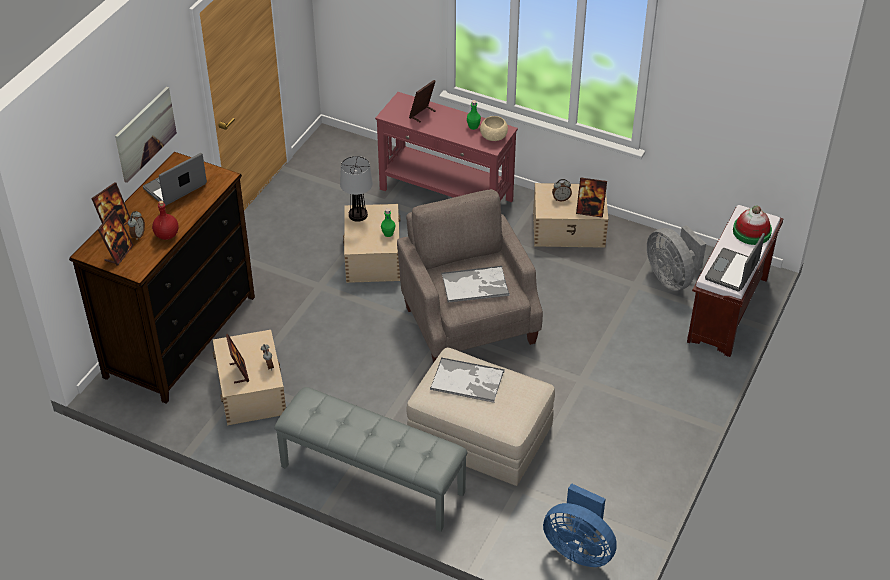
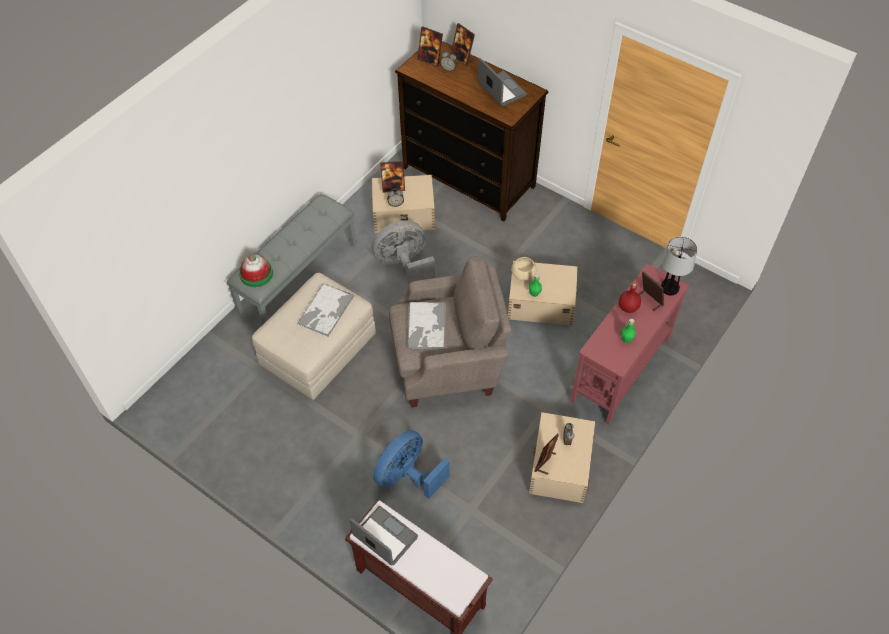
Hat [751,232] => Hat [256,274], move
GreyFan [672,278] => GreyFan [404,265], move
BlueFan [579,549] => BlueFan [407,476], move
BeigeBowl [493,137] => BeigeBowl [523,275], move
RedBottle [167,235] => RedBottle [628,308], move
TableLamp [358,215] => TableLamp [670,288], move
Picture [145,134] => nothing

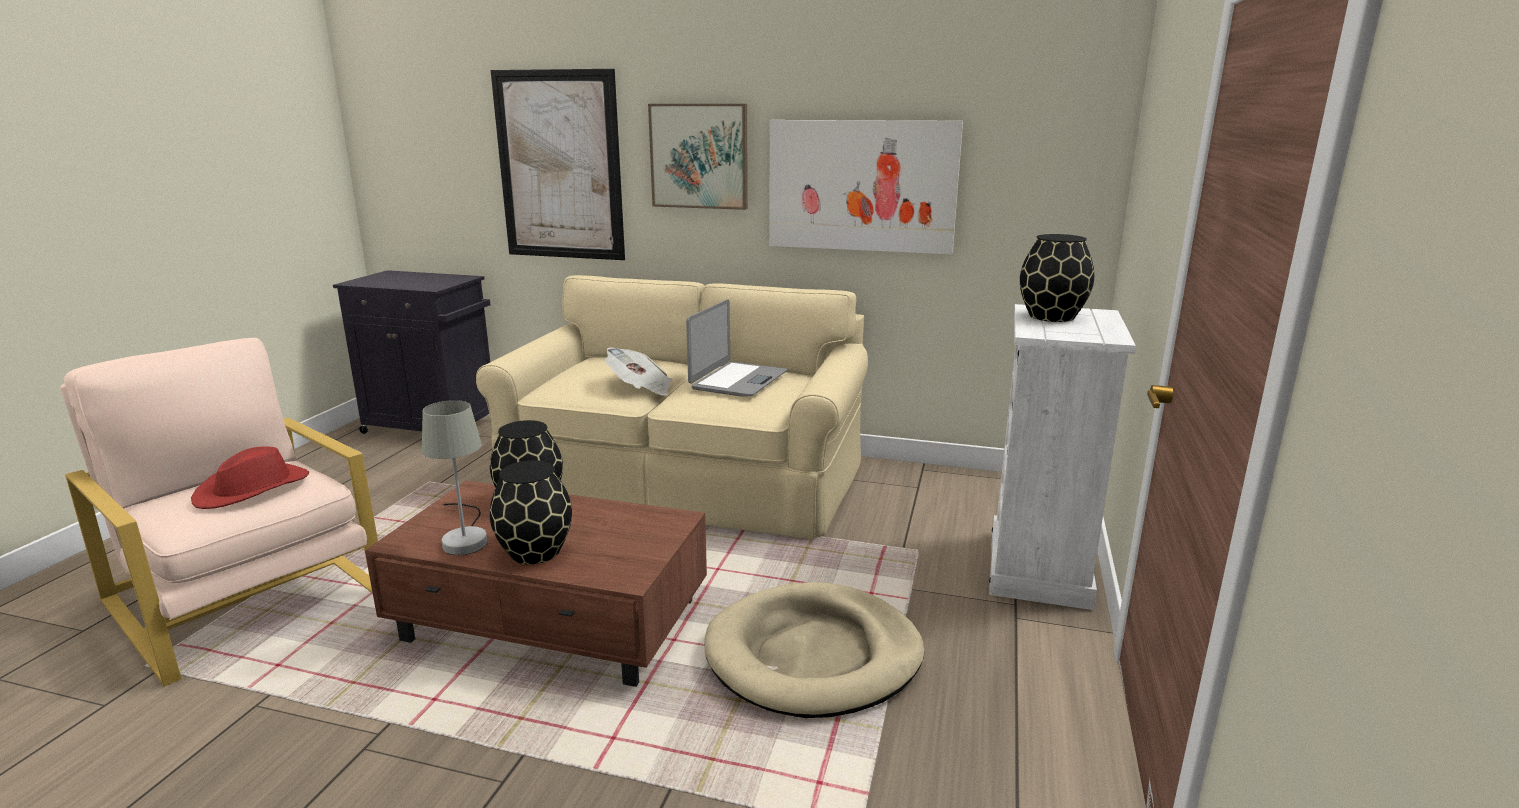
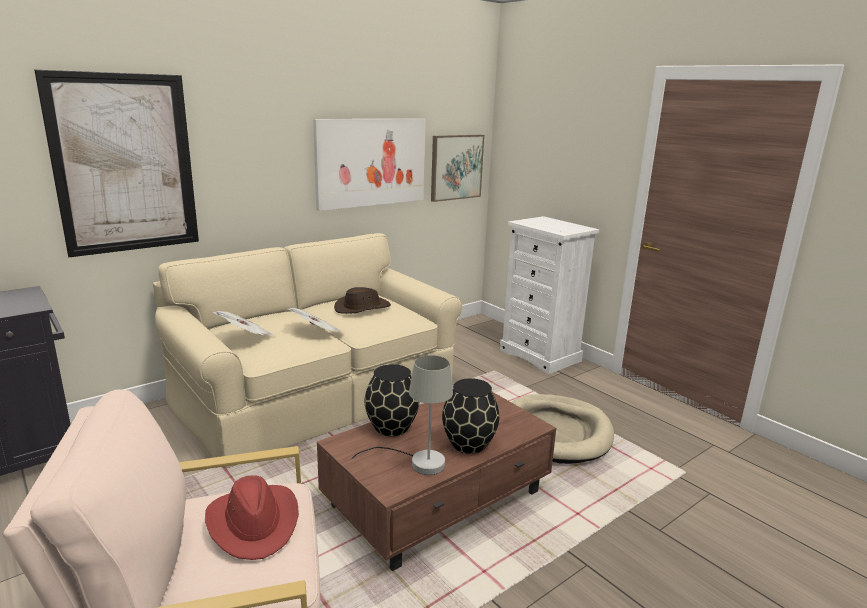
nothing => Newspaper [246,337]
Laptop [738,380] => BrownHat [362,308]
Picture [699,156] => Picture [456,167], move
BlackVase [1050,316] => nothing

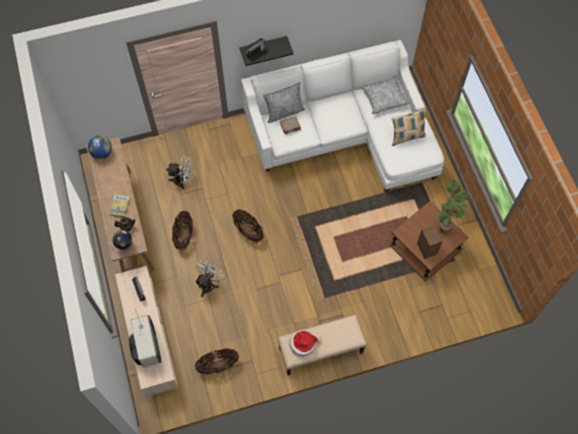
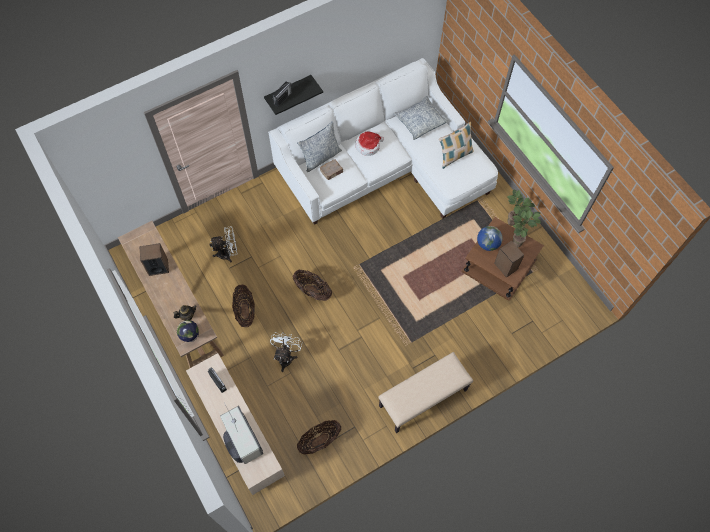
nothing => Speaker [158,267]
Hat [303,344] => Hat [368,146], move
Globe [102,153] => Globe [487,244], move
Book [120,205] => nothing

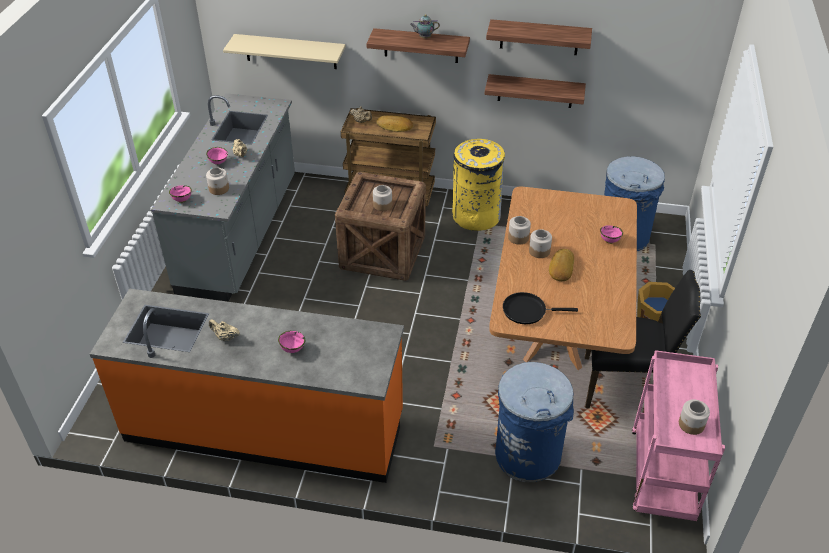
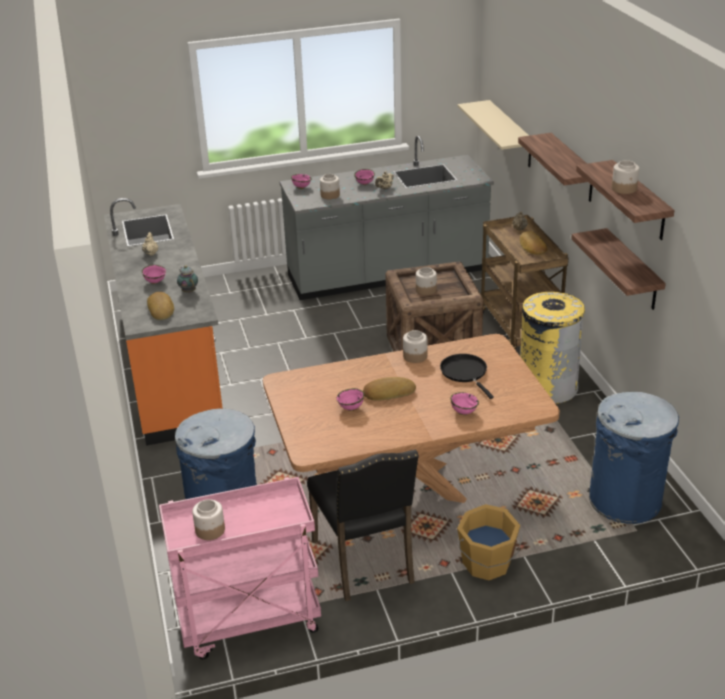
nothing => Bread [161,309]
Teapot [424,38] => Teapot [188,291], move
nothing => PinkBowl [351,408]
BlackFryingPan [527,311] => BlackFryingPan [465,373], move
Jar [539,251] => Jar [624,189], move

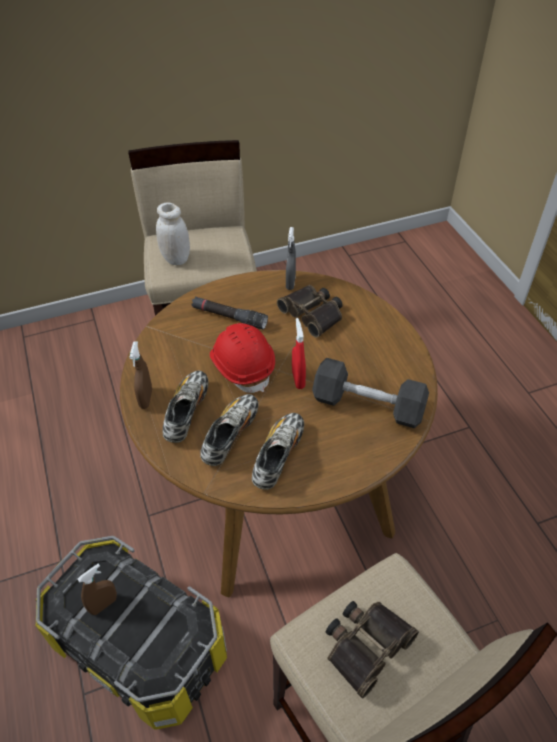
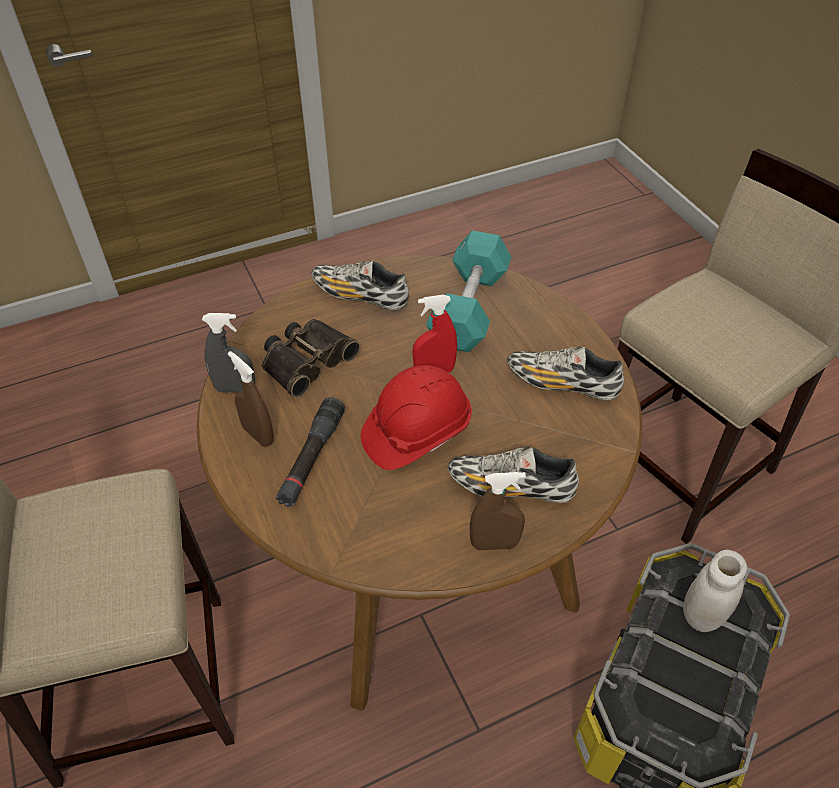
BrownSprayBottle [104,604] => BrownSprayBottle [258,435], move
Shoe [230,435] => Shoe [360,296], move
BlackDumbbell [368,405] => TurquoiseDumbbell [469,308]
WhiteJar [176,259] => WhiteJar [702,615], move
Binoculars [365,644] => nothing

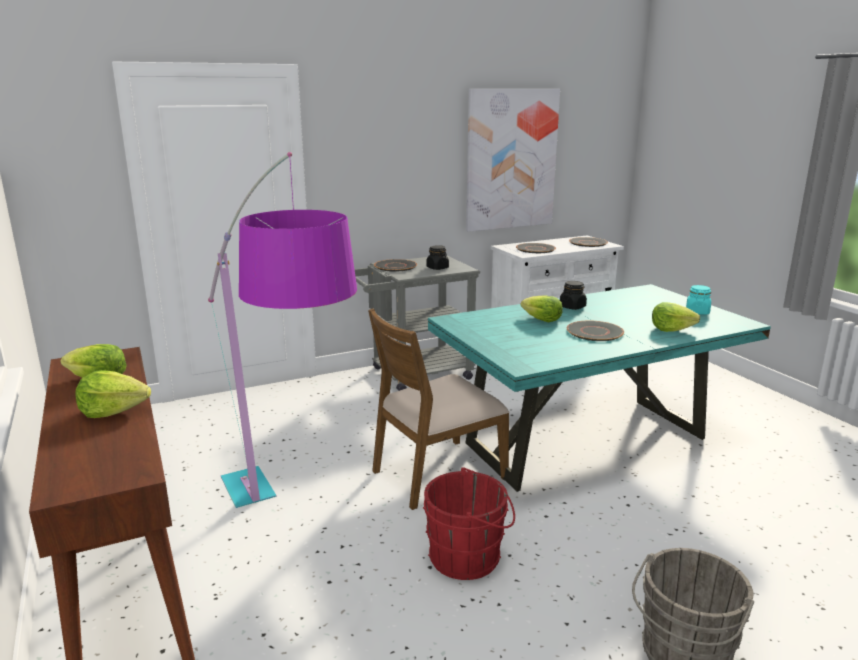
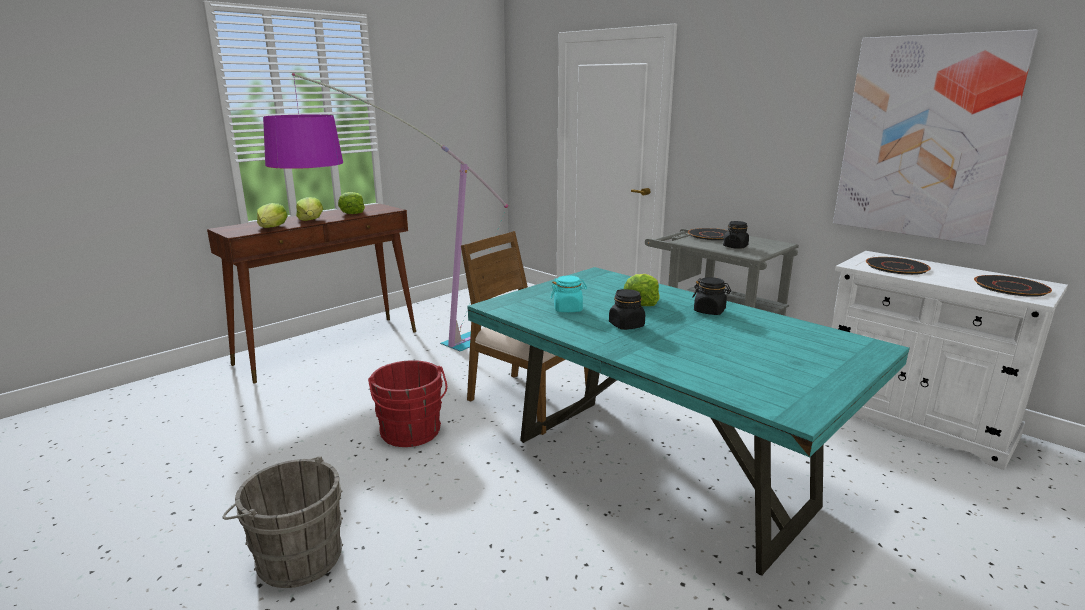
Lettuce [671,329] => Lettuce [272,227], move
TurquoiseJar [697,312] => TurquoiseJar [568,309], move
BlackPlate [594,332] => BlackJar [626,325]

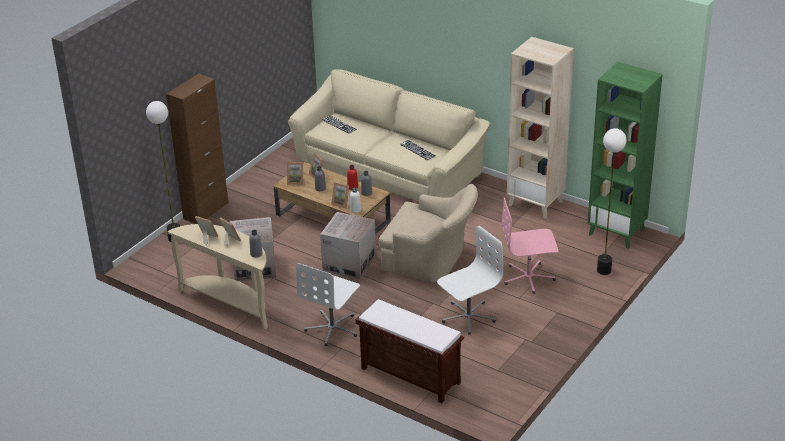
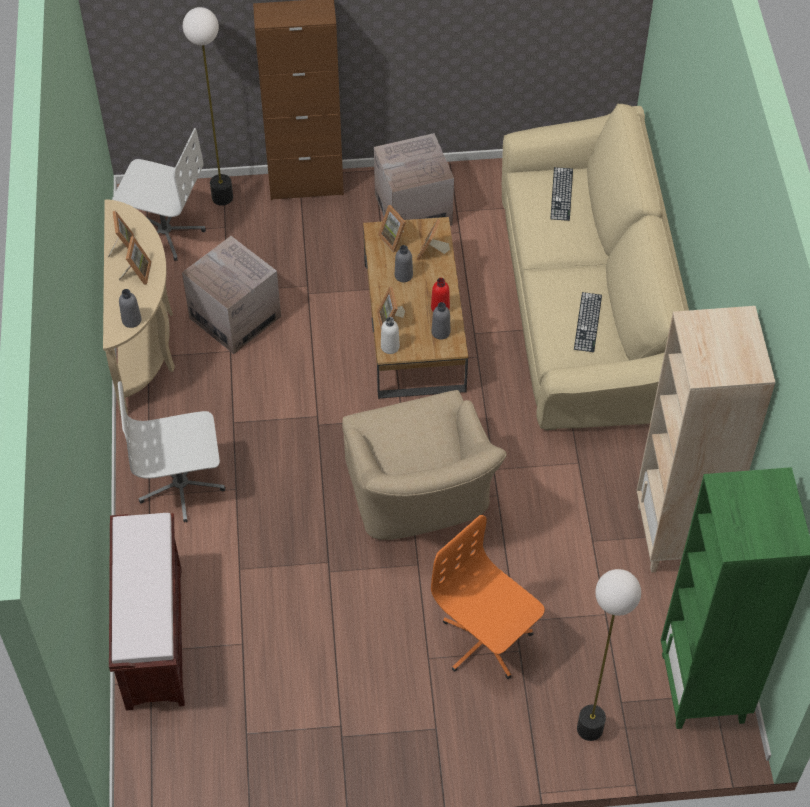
WhiteOfficeChair [468,317] => WhiteOfficeChair [165,231], move
CardboardBox [349,263] => CardboardBox [413,209], move
PinkOfficeChair [528,278] => OrangeOfficeChair [485,641]

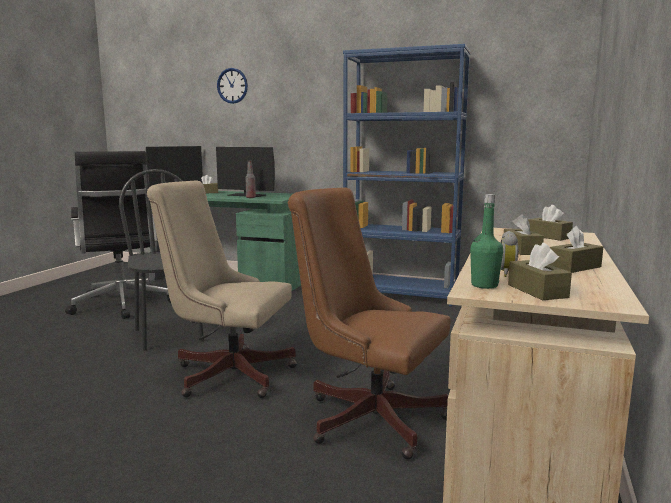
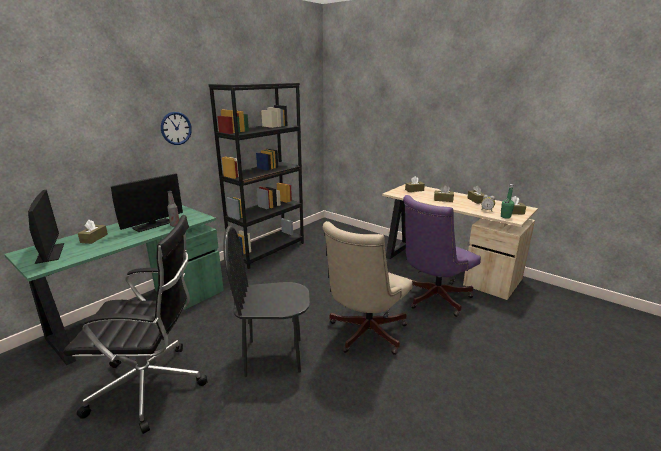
WallClock [232,85] => WallClock [176,128], move
BlueBookcase [401,294] => BlackBookcase [268,251]
BrownOfficeChair [367,416] => PurpleOfficeChair [432,298]

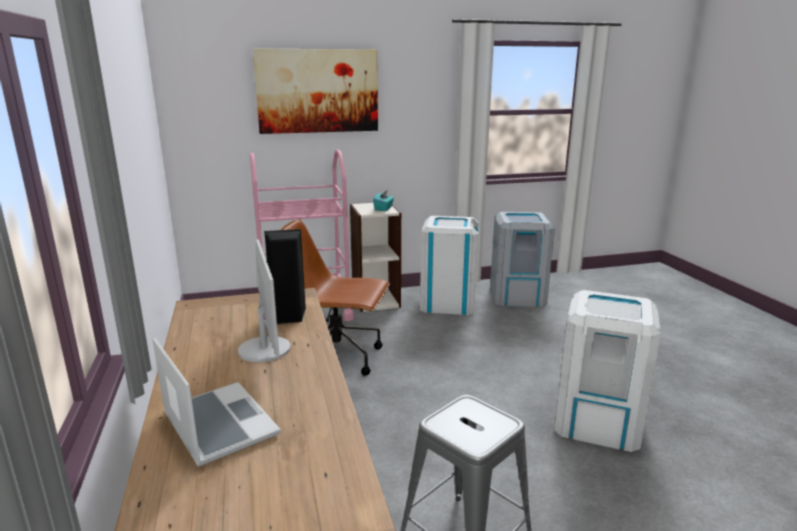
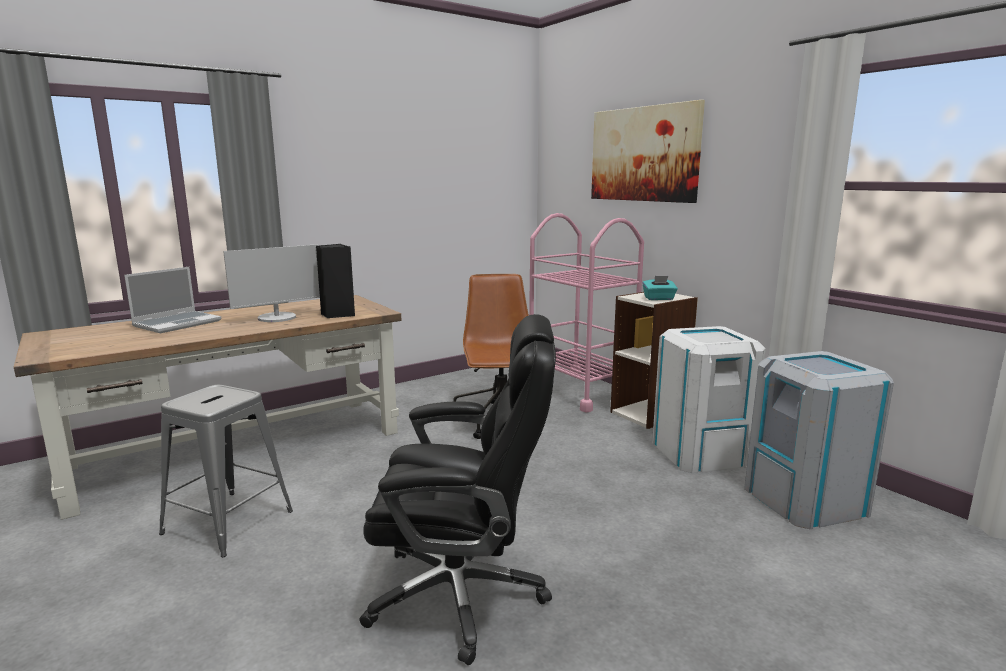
WhiteTrashCan [597,420] => BlackOfficeChair [462,594]

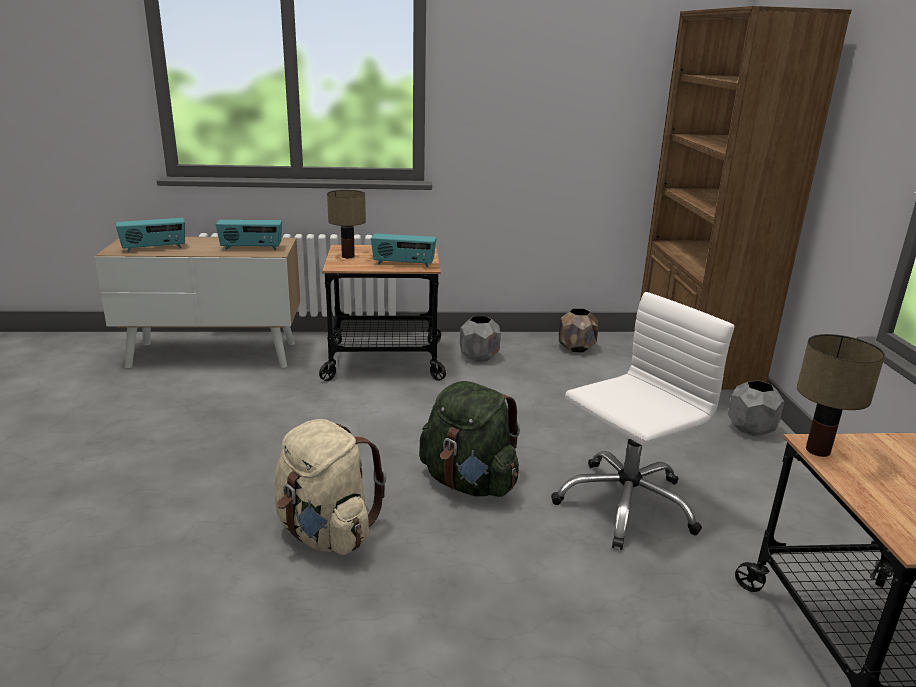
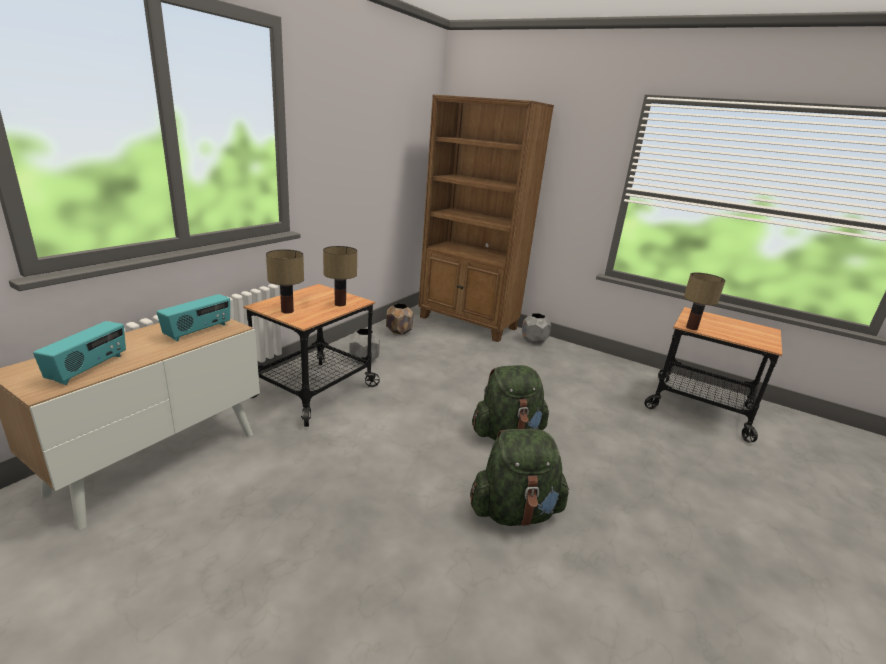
Radio [403,264] => TableLamp [340,304]
BeigeBackpack [326,533] => GreenBackpack [515,512]
WhiteOfficeChair [625,504] => nothing

